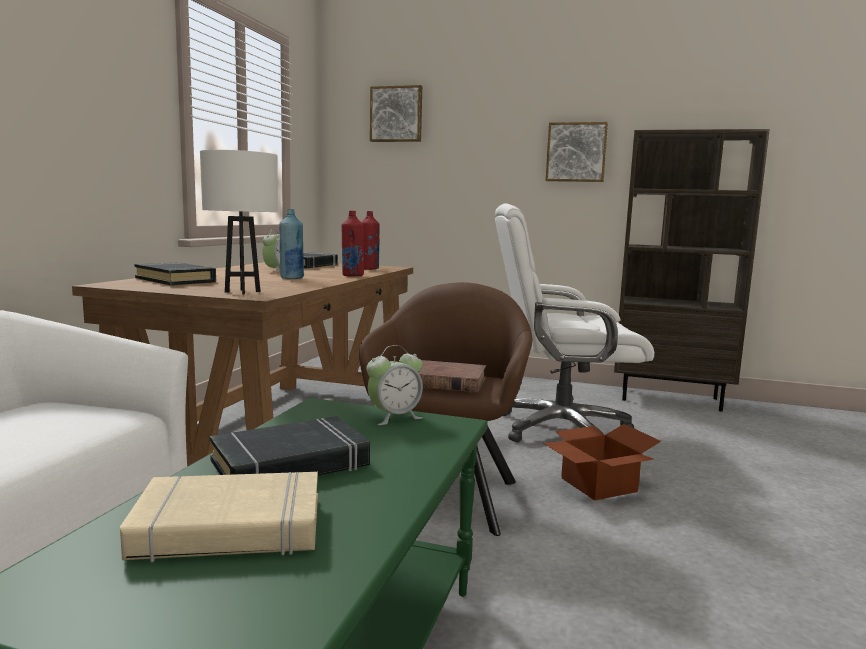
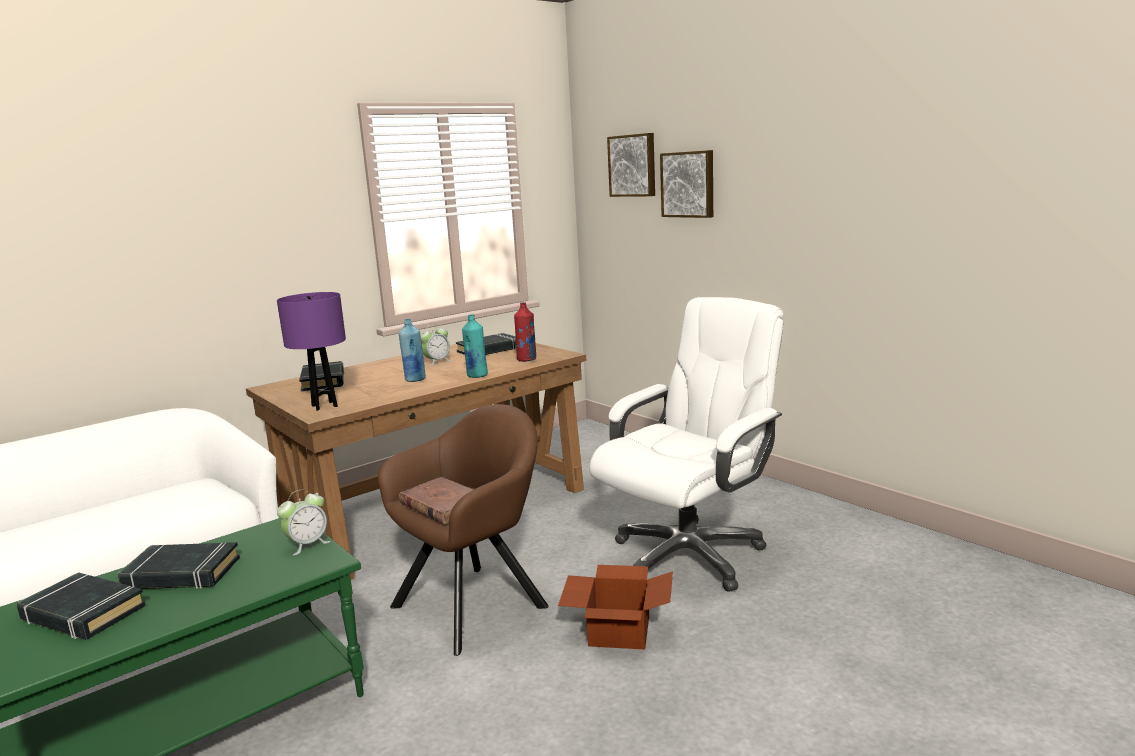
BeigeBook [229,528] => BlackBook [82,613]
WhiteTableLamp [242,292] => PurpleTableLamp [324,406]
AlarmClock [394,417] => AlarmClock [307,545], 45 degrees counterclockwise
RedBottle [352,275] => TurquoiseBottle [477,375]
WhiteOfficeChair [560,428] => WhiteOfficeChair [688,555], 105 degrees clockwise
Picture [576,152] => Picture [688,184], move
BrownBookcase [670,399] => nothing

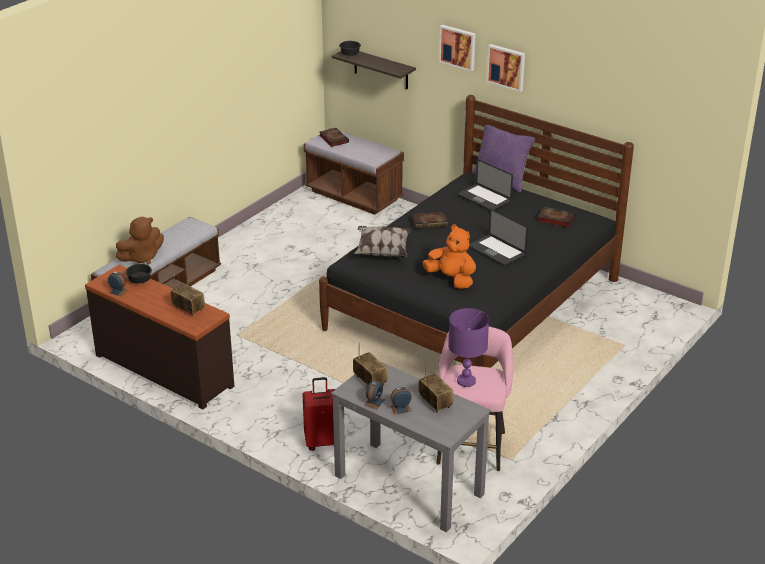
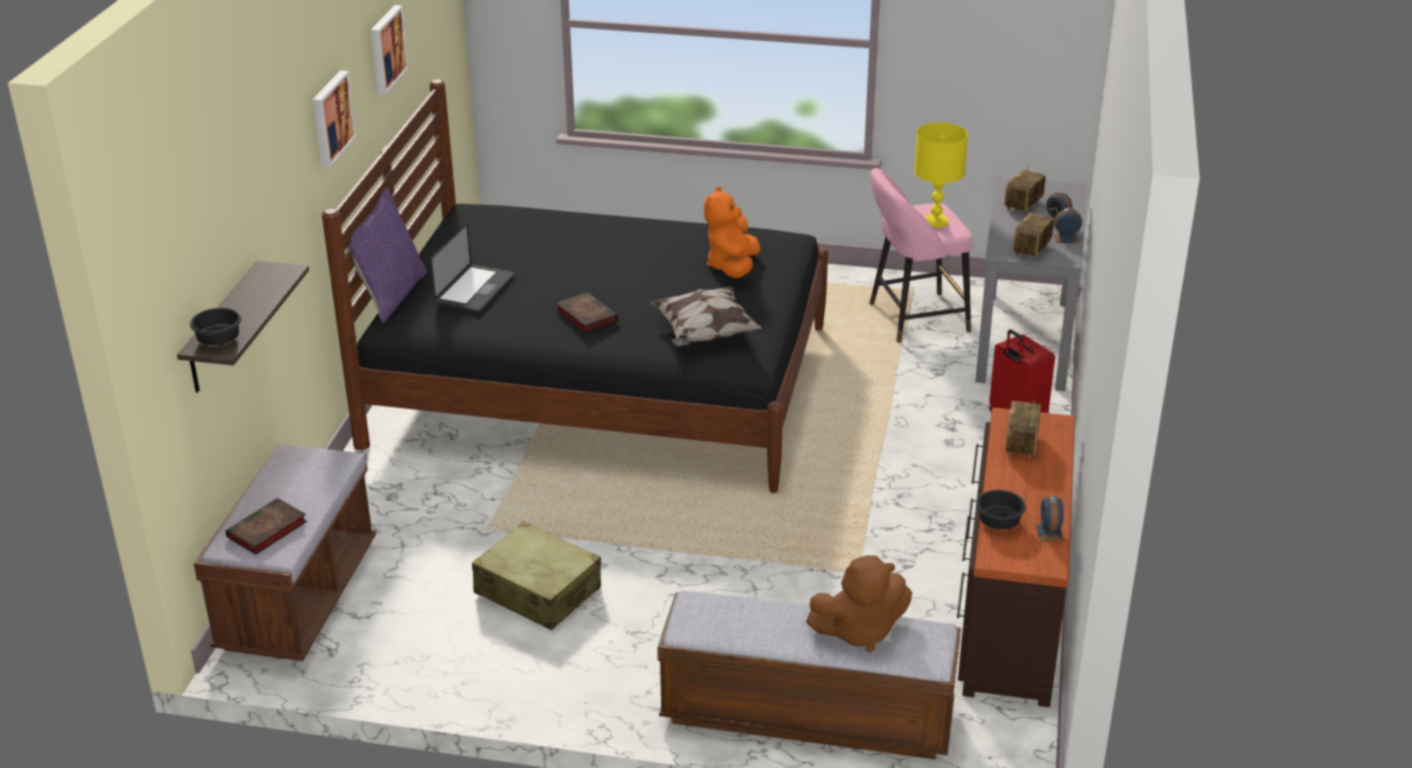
Picture [458,47] => Picture [386,49], move
nothing => BeigeSuitcase [537,591]
BrownPlushToy [142,257] => BrownPlushToy [859,631], 135 degrees clockwise
PurpleTableLamp [466,381] => YellowTableLamp [935,222]
Laptop [496,251] => nothing
Book [554,219] => nothing

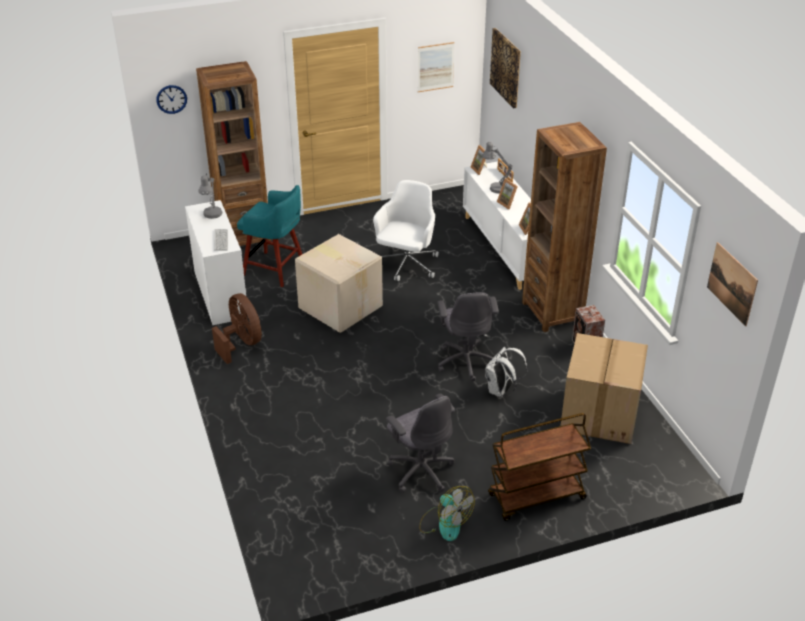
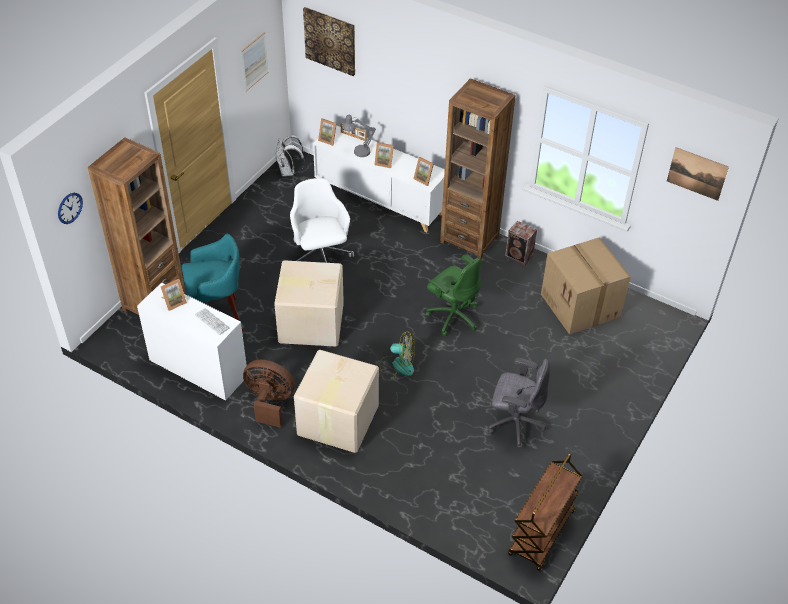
GreyTableLamp [212,216] => PictureFrame [174,302]
WhiteBackpack [501,391] => WhiteBackpack [288,171], move
nothing => CardboardBox [336,421]
Fan [444,523] => Fan [397,365], move
GreyOfficeChair [465,361] => GreenOfficeChair [453,316]
BrownCart [536,497] => BrownCart [542,534], move

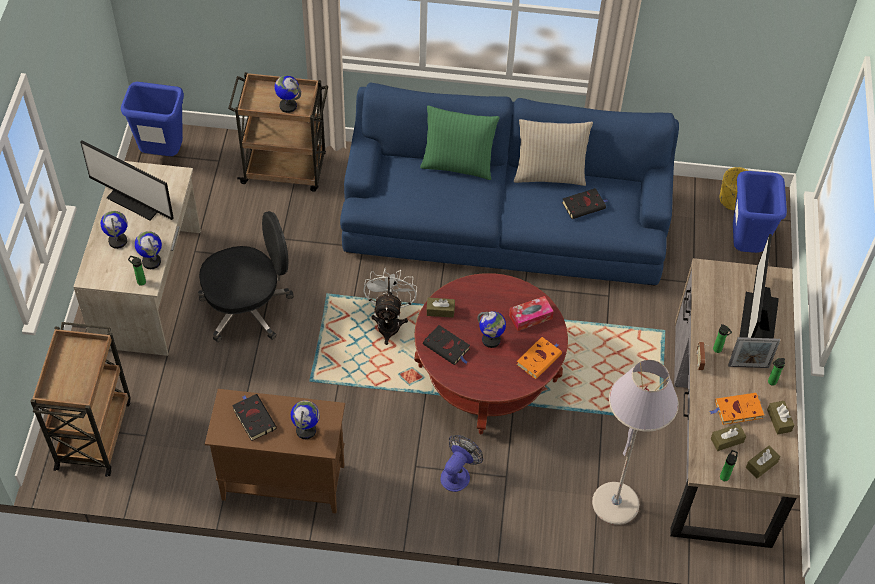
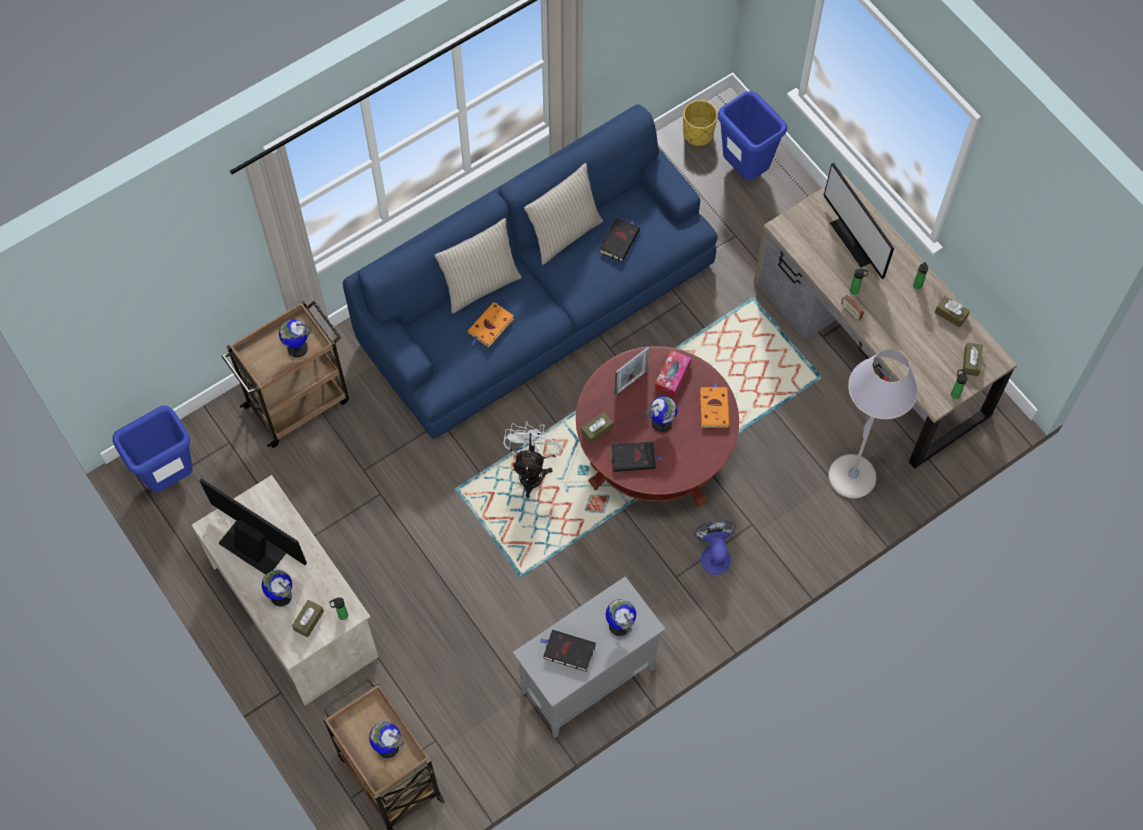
Monitor [137,199] => Monitor [255,544], 135 degrees counterclockwise
BrownTissueBox [727,440] => BrownTissueBox [308,620], move
Globe [151,261] => Globe [387,747], move
GreenPillow [458,164] => BeigePillow [480,285]
OrangeBook [737,410] => OrangeBook [490,327], move
WhiteFan [389,322] => WhiteFan [532,471], 45 degrees clockwise
BrownCabinet [282,482] => GreyCabinet [587,681]
PictureFrame [748,366] => PictureFrame [631,382], move
BlackOfficeChair [248,307] => nothing

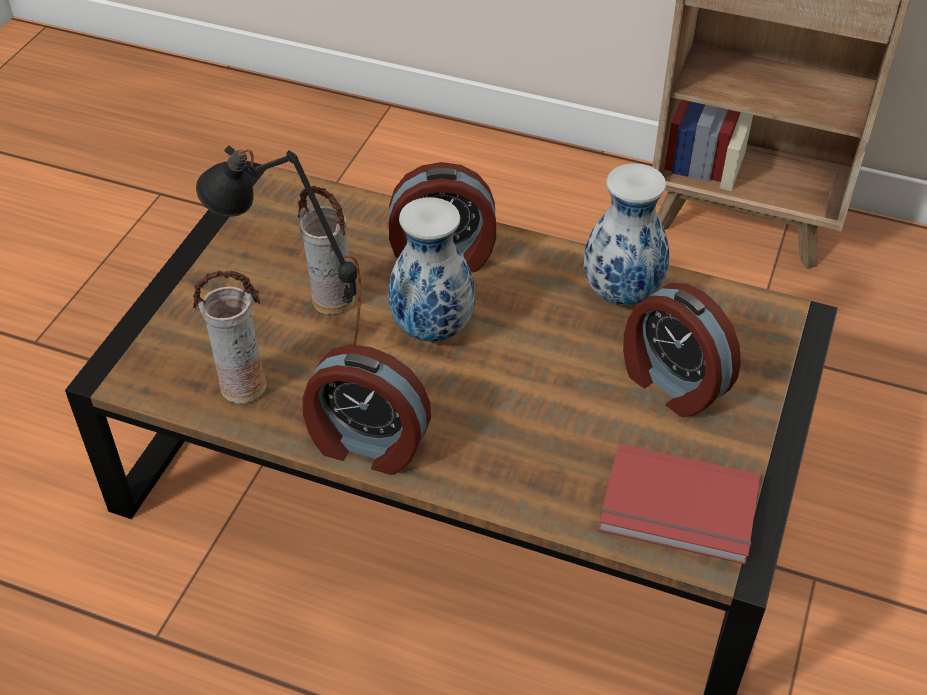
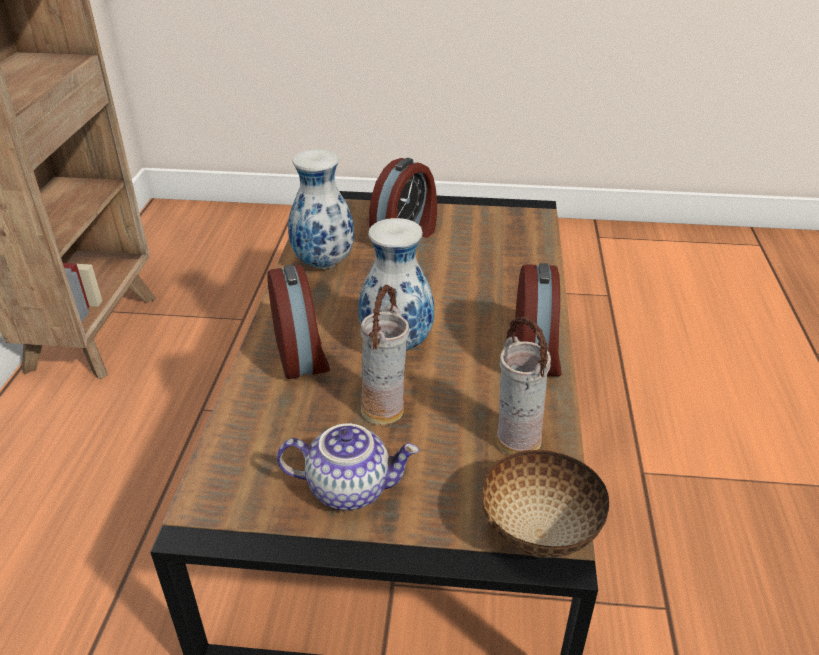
nothing => Teapot [350,487]
nothing => Bowl [539,530]
BlackTableLamp [295,347] => nothing
RedBook [679,511] => nothing

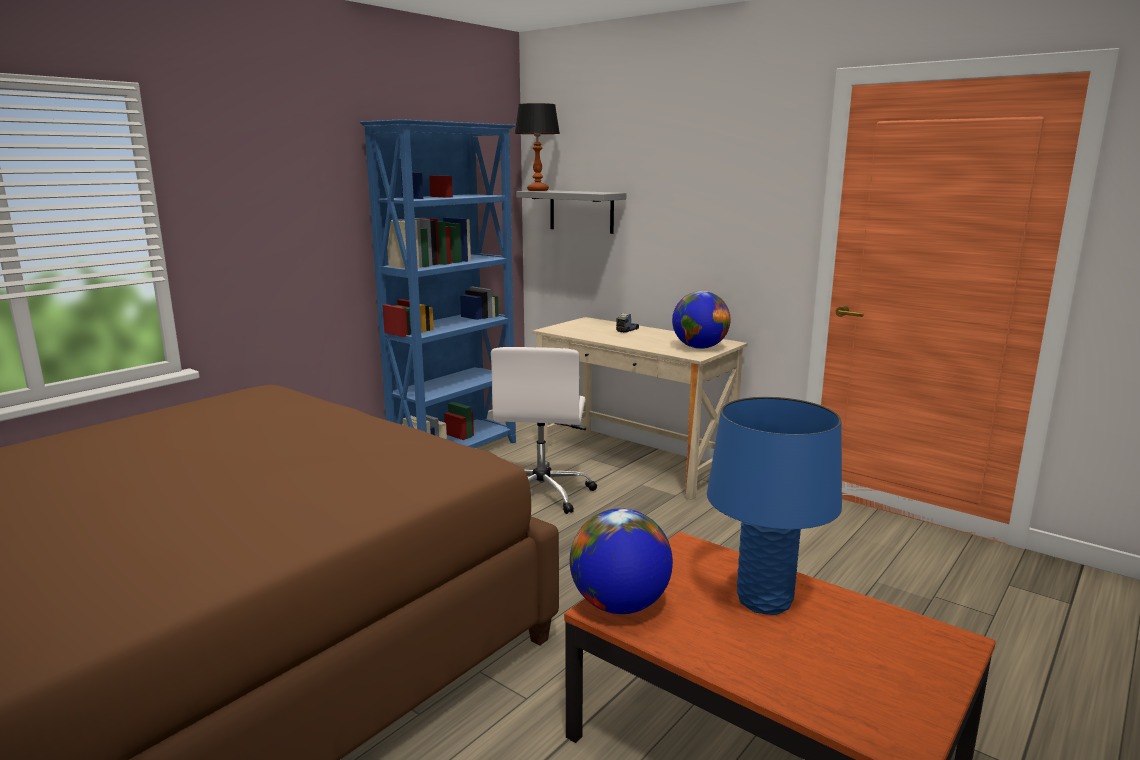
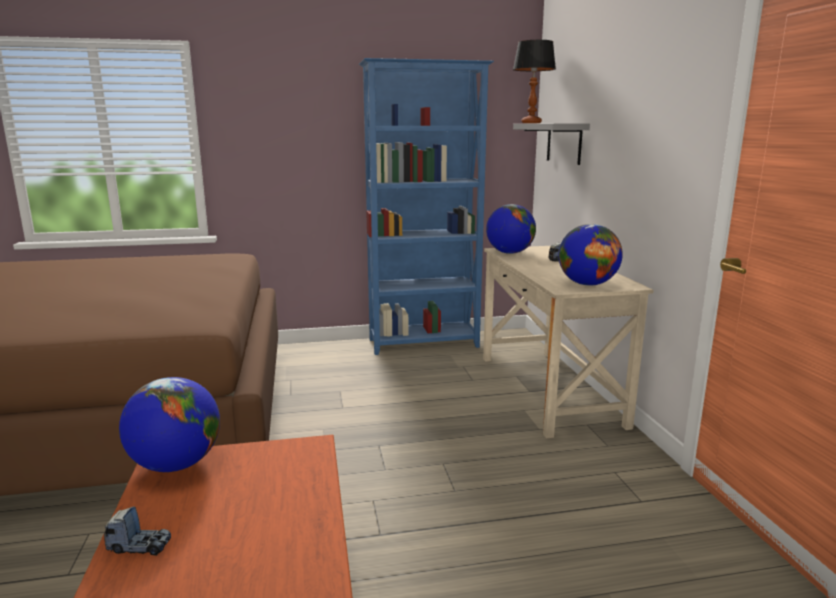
nothing => ToyTruck [139,546]
nothing => Globe [509,253]
WhiteOfficeChair [542,493] => nothing
BlueTableLamp [764,601] => nothing

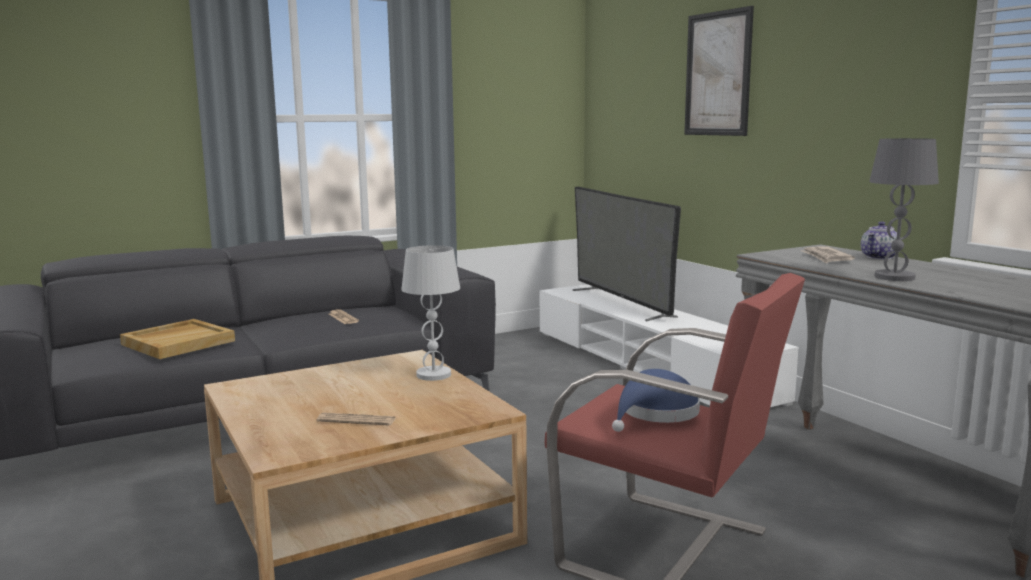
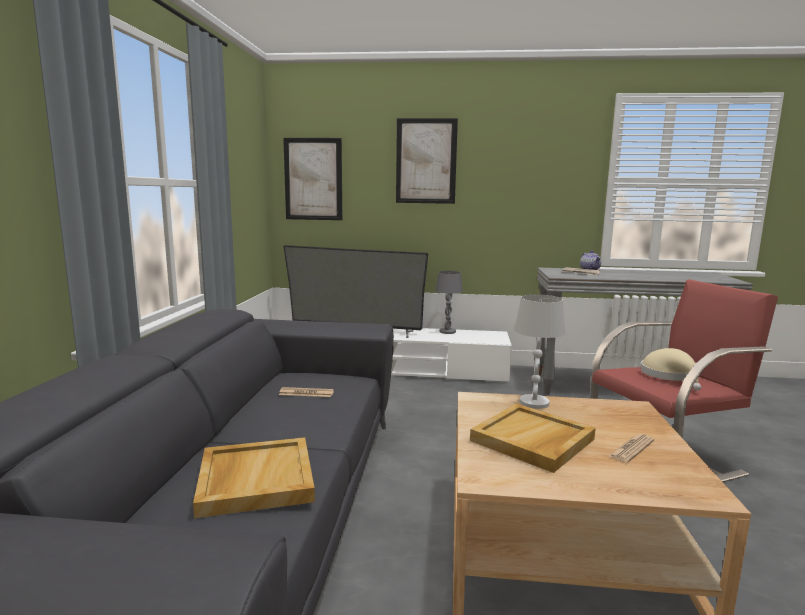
nothing => Picture [313,179]
GreyTableLamp [894,277] => GreyTableLamp [447,332], move
nothing => BeigeTray [532,440]
BlueHat [656,414] => BeigeHat [669,376]

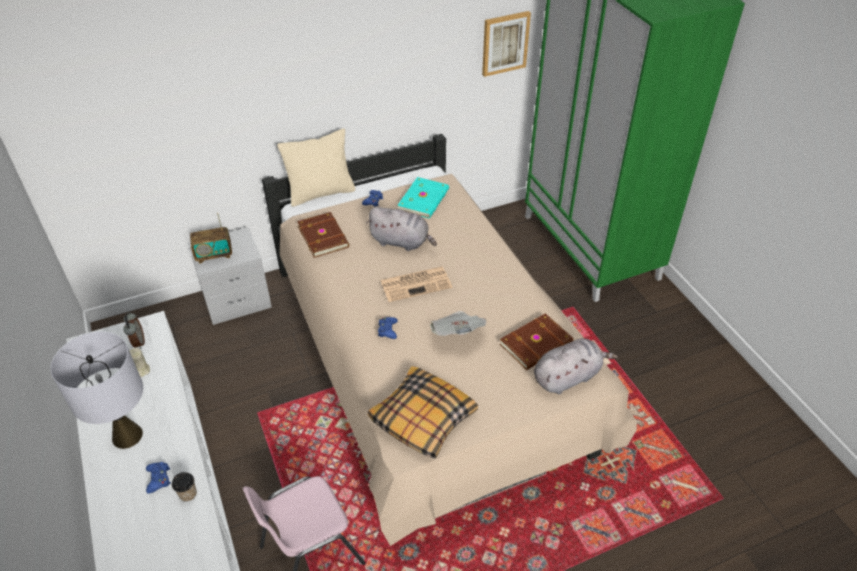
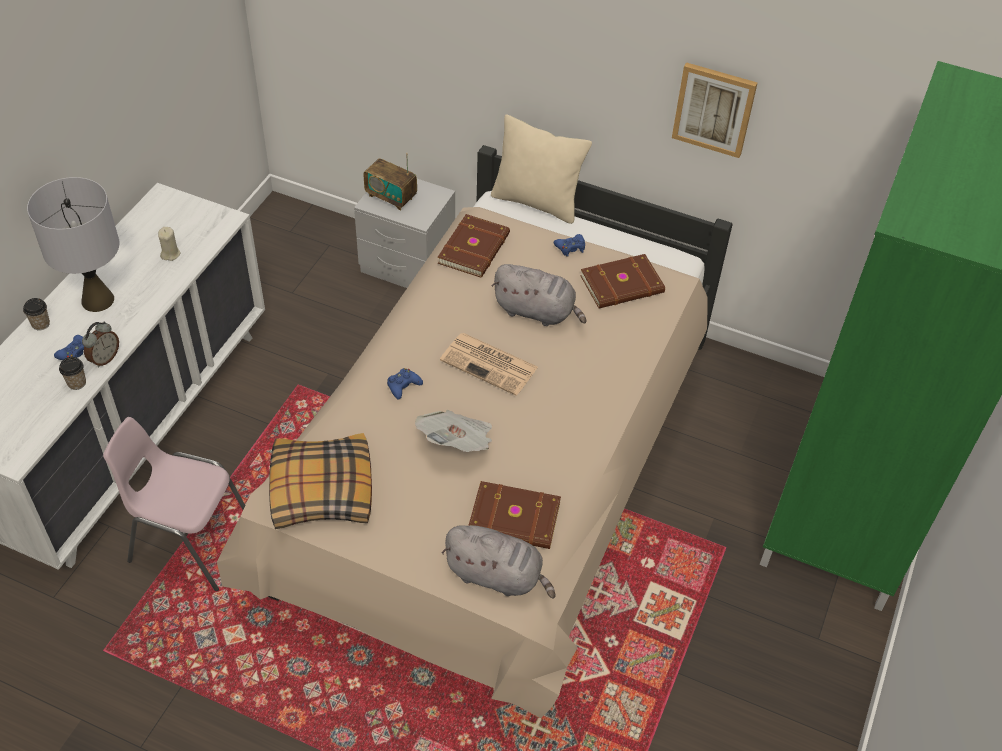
nothing => Cup [41,324]
AlarmClock [138,342] => AlarmClock [104,358], move
GreyPlushToy [402,242] => GreyPlushToy [537,312], 45 degrees counterclockwise
TurquoiseBook [424,200] => BrownBook [623,285]
Picture [505,43] => Picture [714,109], move

